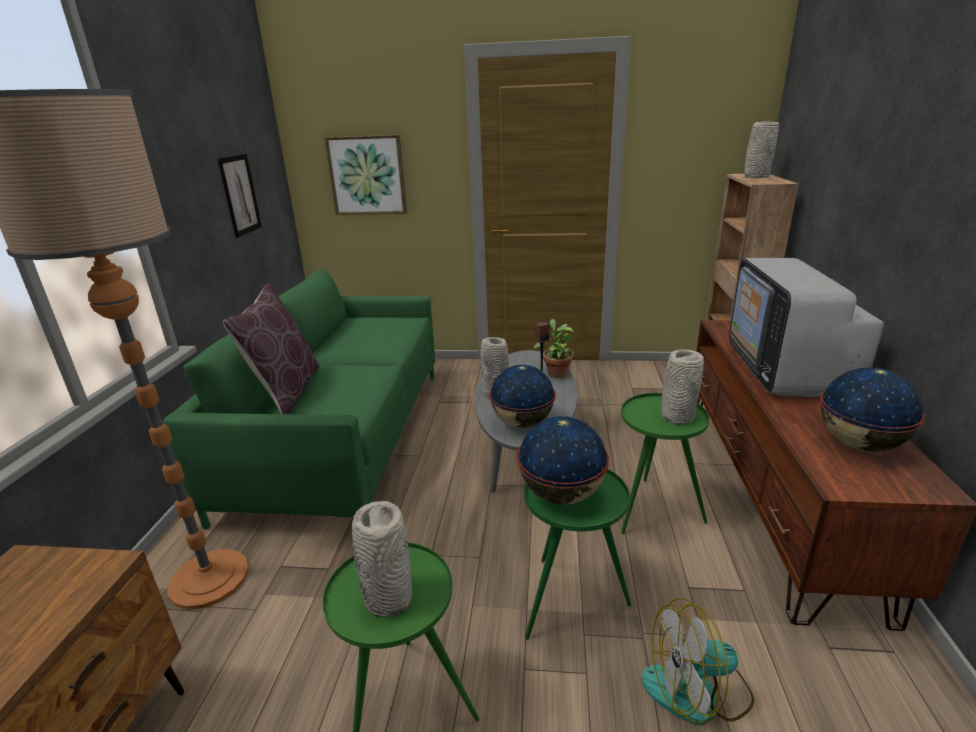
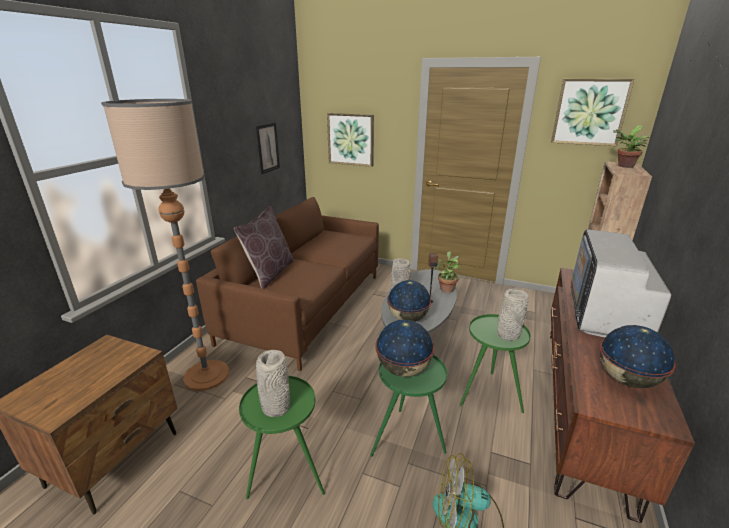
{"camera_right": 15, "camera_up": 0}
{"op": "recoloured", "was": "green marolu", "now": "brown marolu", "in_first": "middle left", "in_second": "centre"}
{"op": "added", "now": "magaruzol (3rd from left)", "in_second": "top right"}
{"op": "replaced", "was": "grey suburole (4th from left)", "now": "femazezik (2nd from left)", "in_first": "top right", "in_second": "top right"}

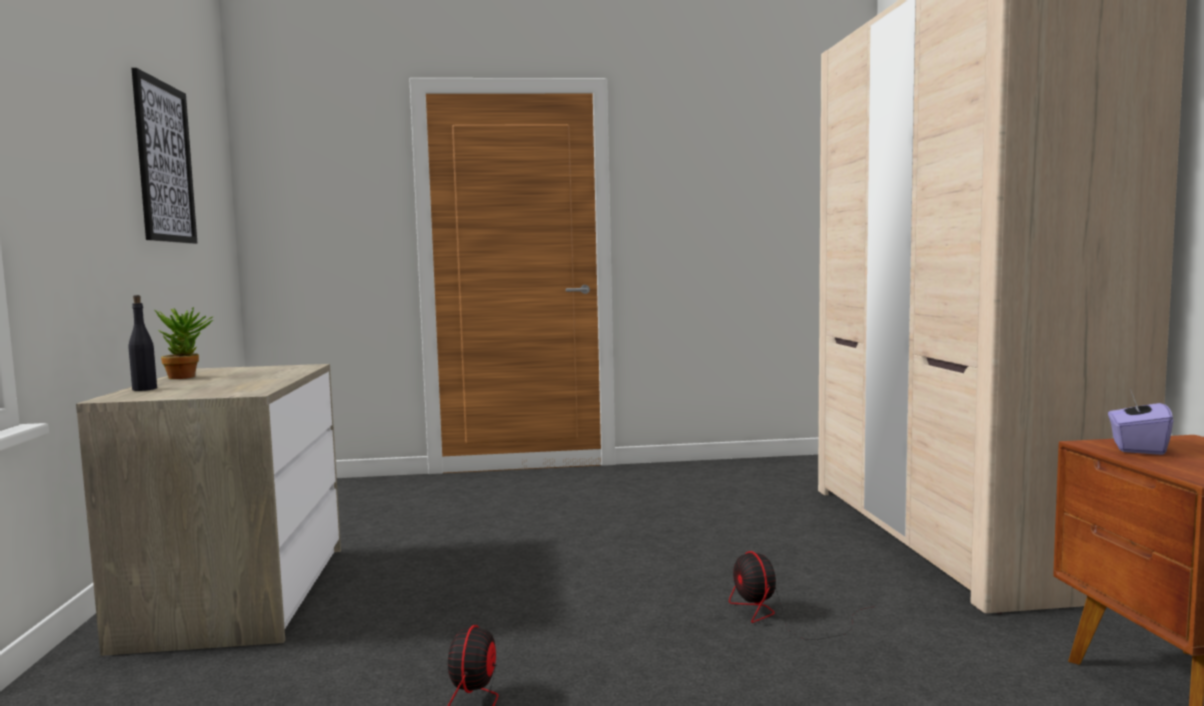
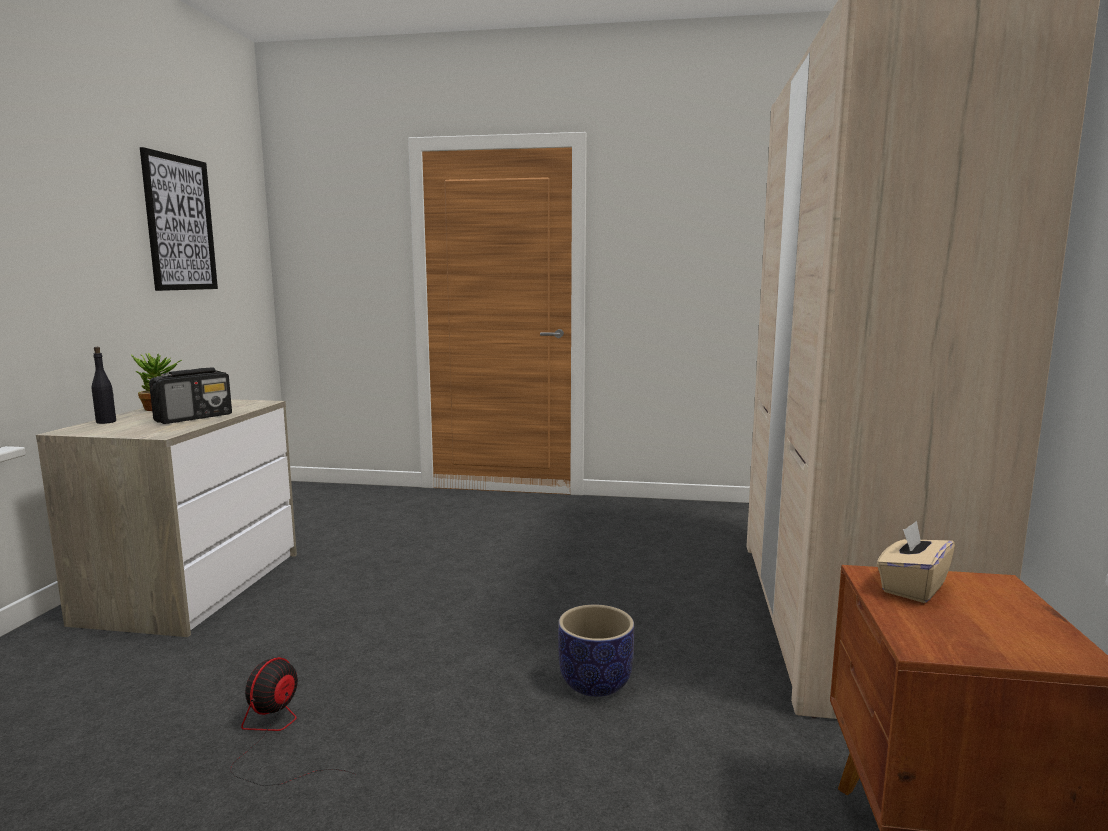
{"camera_right": 15, "camera_up": 5}
{"op": "added", "now": "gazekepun", "in_second": "middle left"}
{"op": "replaced", "was": "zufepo (2nd from left)", "now": "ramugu", "in_first": "bottom centre", "in_second": "bottom centre"}
{"op": "recoloured", "was": "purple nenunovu", "now": "beige nenunovu", "in_first": "middle right", "in_second": "bottom right"}

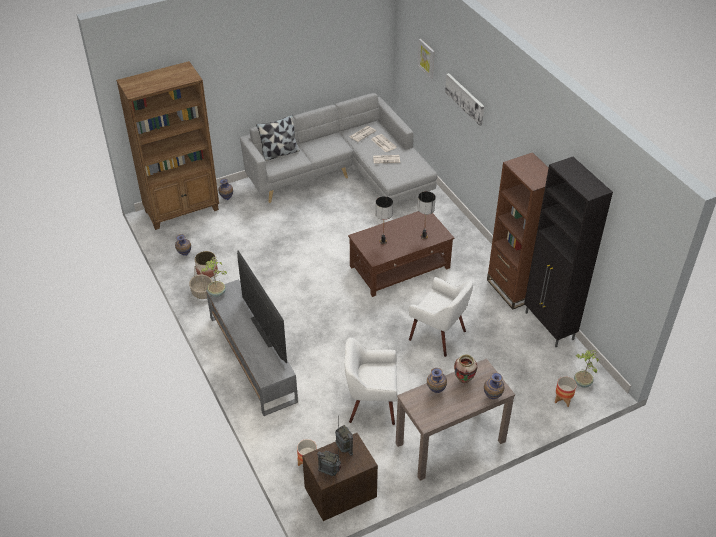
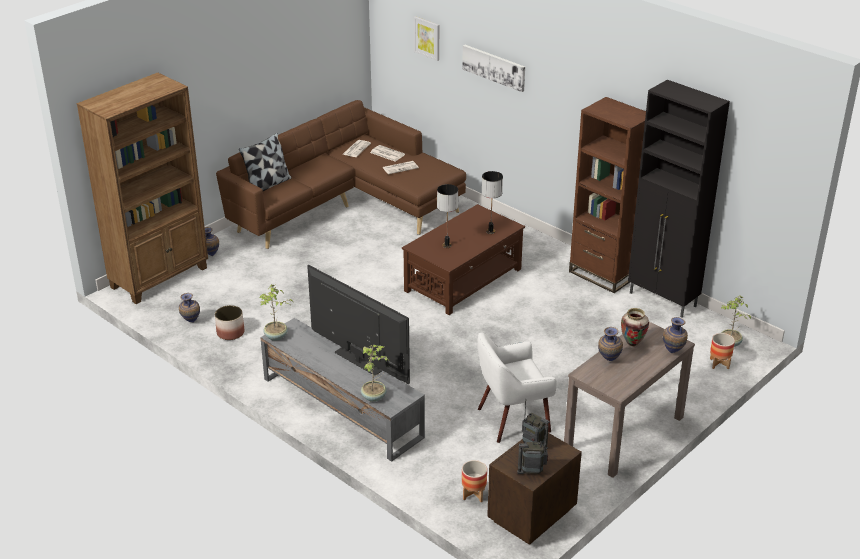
{"camera_right": -20, "camera_up": -10}
{"op": "recoloured", "was": "grey marolu", "now": "brown marolu", "in_first": "top centre", "in_second": "top centre"}
{"op": "added", "now": "femazezik (2nd from left)", "in_second": "bottom centre"}
{"op": "removed", "was": "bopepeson", "in_first": "middle left"}
{"op": "removed", "was": "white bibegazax (2nd from left)", "in_first": "centre"}

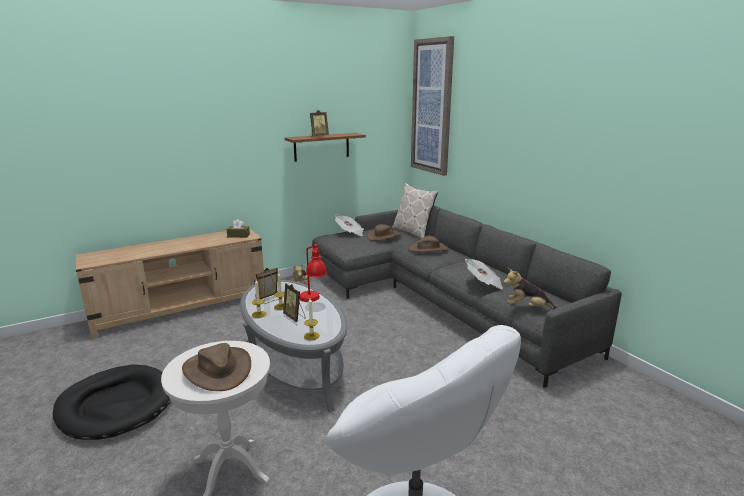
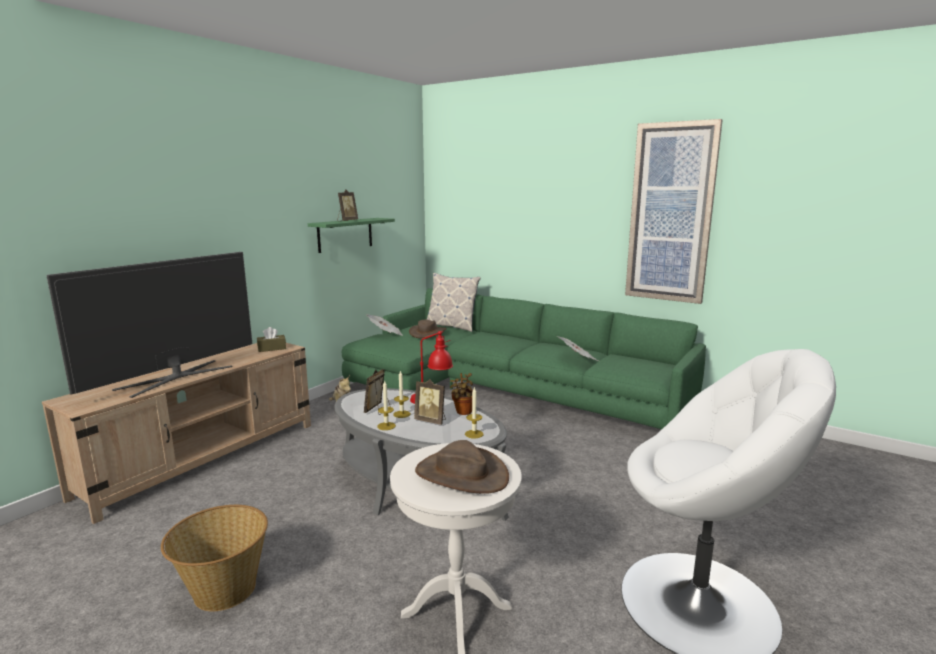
{"camera_right": -25, "camera_up": -5}
{"op": "added", "now": "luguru", "in_second": "middle left"}
{"op": "replaced", "was": "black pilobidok", "now": "bopepeson", "in_first": "bottom left", "in_second": "bottom left"}
{"op": "recoloured", "was": "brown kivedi", "now": "green kivedi", "in_first": "top centre", "in_second": "centre"}
{"op": "recoloured", "was": "grey marolu", "now": "green marolu", "in_first": "centre", "in_second": "centre"}
{"op": "added", "now": "femazezik", "in_second": "centre"}
{"op": "moved", "was": "magaruzol", "in_first": "top centre", "in_second": "top right"}
{"op": "removed", "was": "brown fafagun (3rd from left)", "in_first": "centre"}
{"op": "removed", "was": "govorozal (2nd from left)", "in_first": "middle right"}

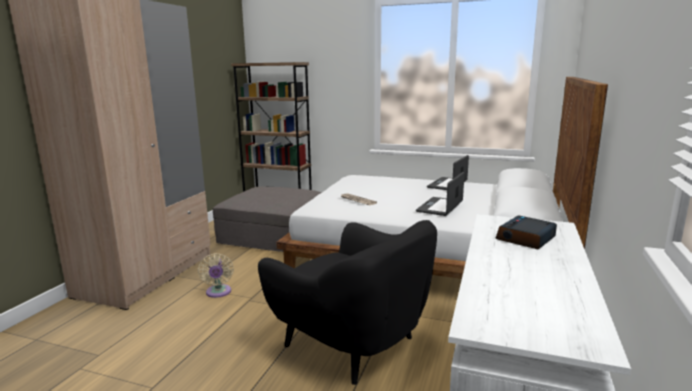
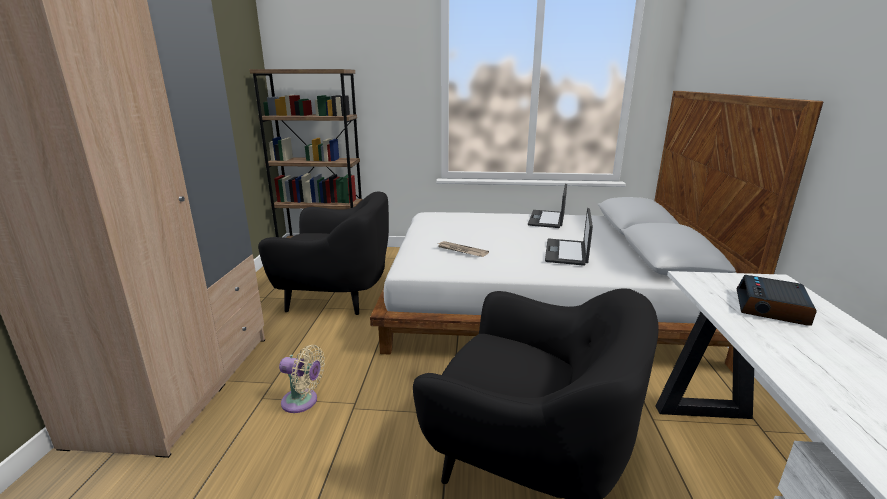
{"camera_right": -15, "camera_up": 5}
{"op": "replaced", "was": "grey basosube", "now": "black bibegazax (1st from left)", "in_first": "centre", "in_second": "centre"}
{"op": "turned", "was": "beige zufepo", "in_first": "bottom left", "in_second": "bottom centre", "clockwise": -45}

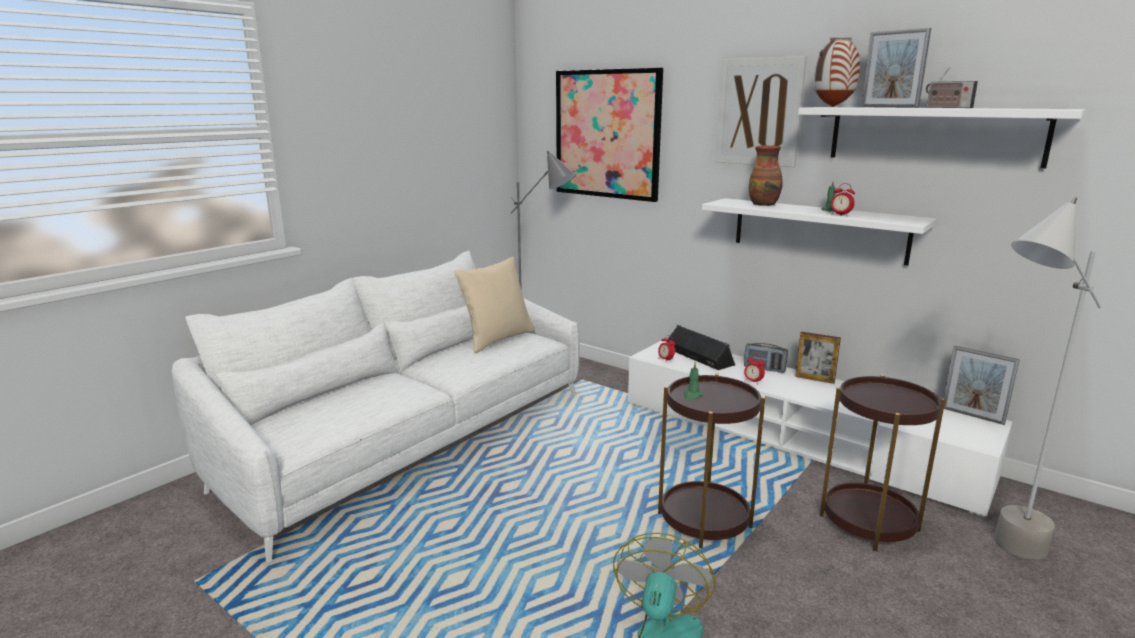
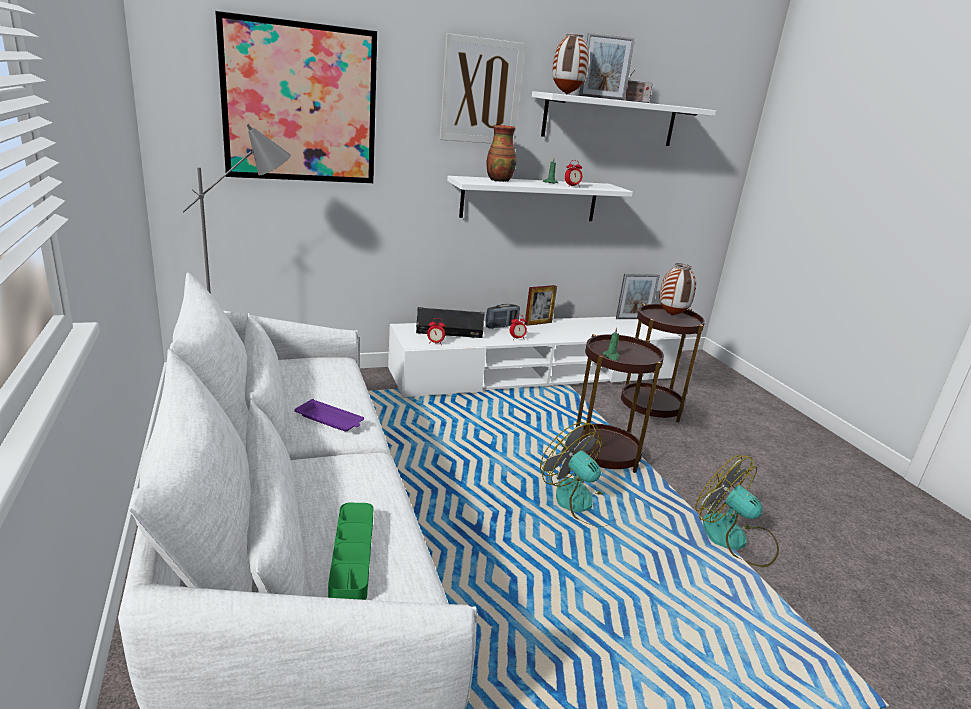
{"camera_right": -60, "camera_up": 5}
{"op": "added", "now": "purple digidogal", "in_second": "centre"}
{"op": "added", "now": "green digidogal", "in_second": "bottom centre"}
{"op": "added", "now": "zufepo (1st from left)", "in_second": "bottom centre"}
{"op": "added", "now": "suburole (3rd from left)", "in_second": "middle right"}
{"op": "removed", "was": "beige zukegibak", "in_first": "centre"}
{"op": "removed", "was": "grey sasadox (2nd from left)", "in_first": "middle right"}

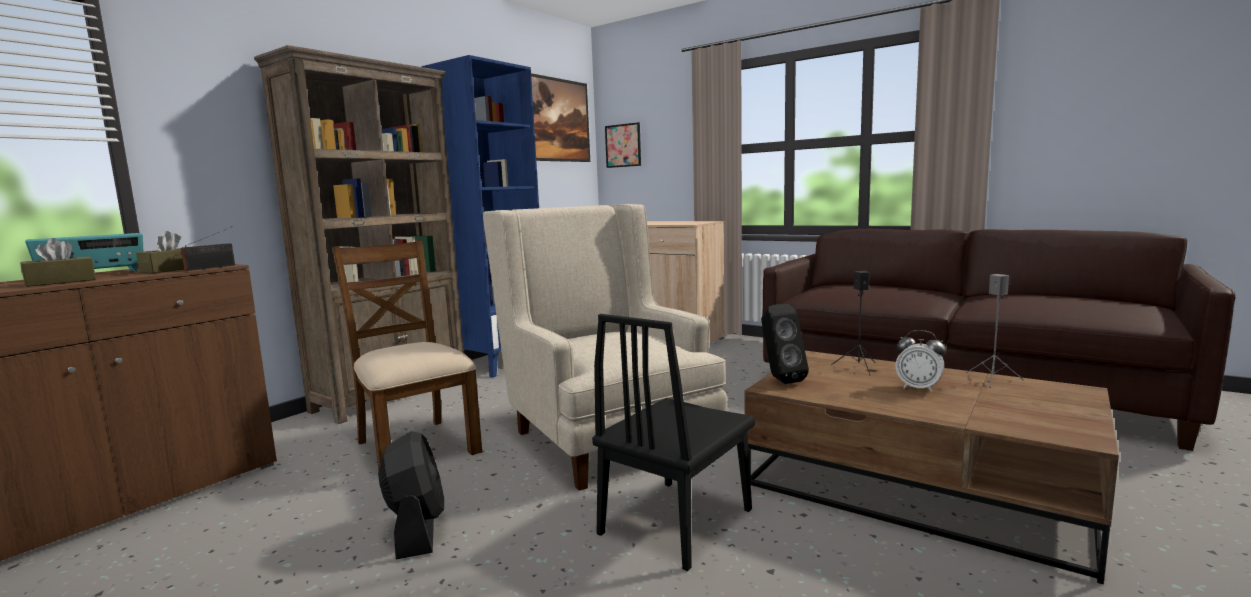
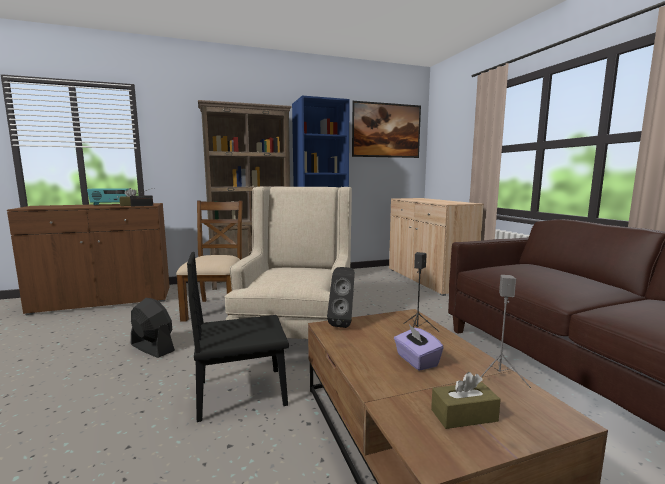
{"camera_right": 35, "camera_up": 0}
{"op": "turned", "was": "black zufepo", "in_first": "bottom left", "in_second": "bottom left", "clockwise": -75}
{"op": "replaced", "was": "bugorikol", "now": "purple nenunovu", "in_first": "middle right", "in_second": "bottom centre"}
{"op": "moved", "was": "brown nenunovu (1st from left in the first image)", "now": "brown nenunovu (2nd from left)", "in_first": "middle left", "in_second": "bottom right"}
{"op": "removed", "was": "magaruzol (2nd from left)", "in_first": "top centre"}

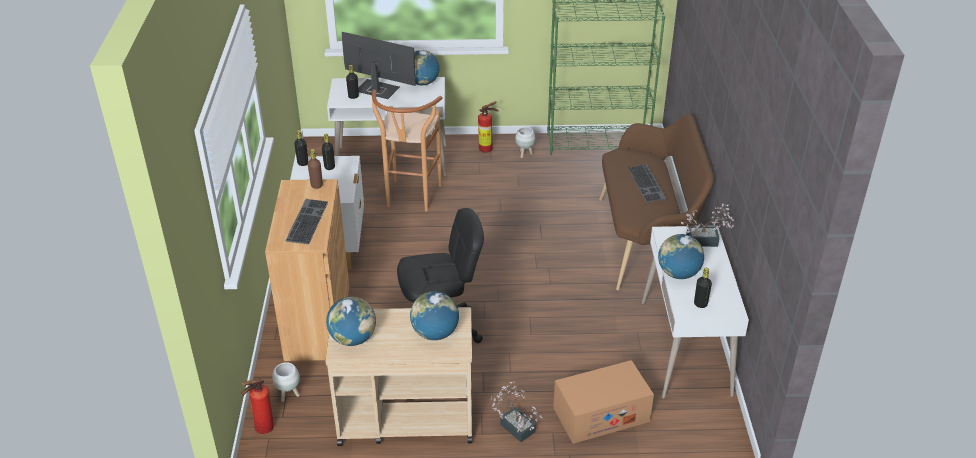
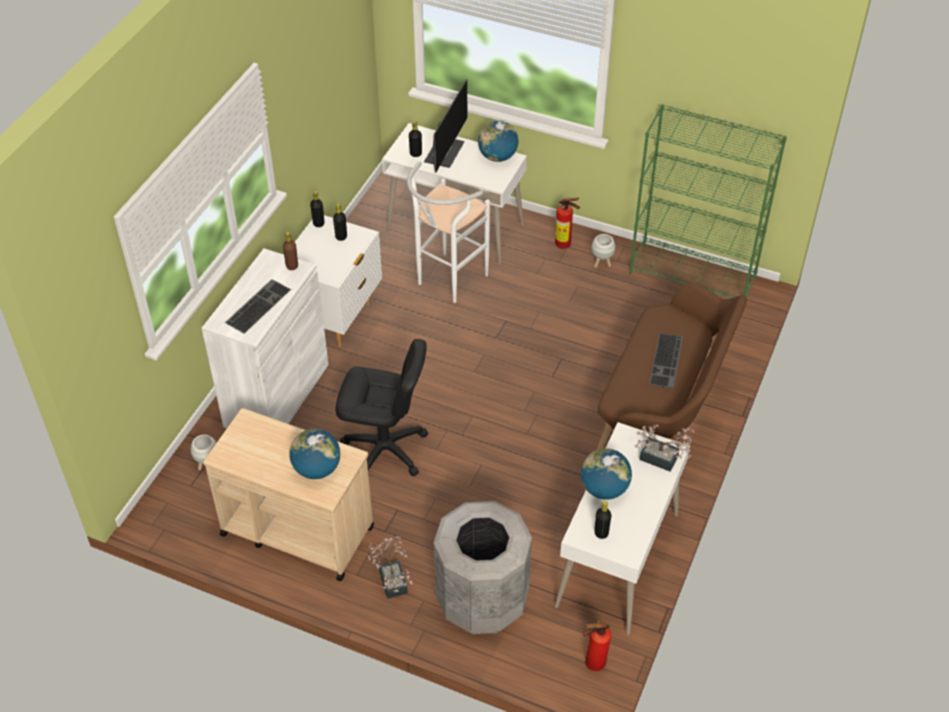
{"camera_right": 25, "camera_up": 10}
{"op": "recoloured", "was": "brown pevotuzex", "now": "white pevotuzex", "in_first": "middle left", "in_second": "middle left"}
{"op": "recoloured", "was": "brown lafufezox", "now": "white lafufezox", "in_first": "top centre", "in_second": "top centre"}
{"op": "turned", "was": "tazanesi", "in_first": "top centre", "in_second": "top centre", "clockwise": 60}
{"op": "replaced", "was": "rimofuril", "now": "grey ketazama", "in_first": "bottom centre", "in_second": "bottom centre"}
{"op": "moved", "was": "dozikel (1st from left in the first image)", "now": "dozikel (2nd from left)", "in_first": "bottom left", "in_second": "bottom centre"}
{"op": "removed", "was": "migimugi (1st from left)", "in_first": "bottom centre"}

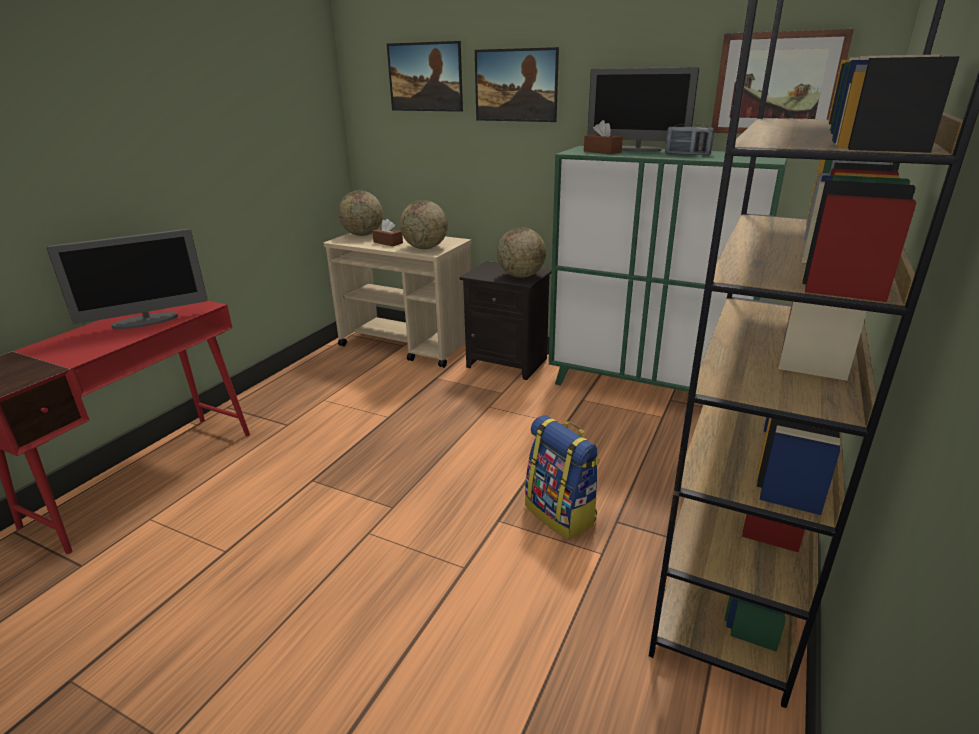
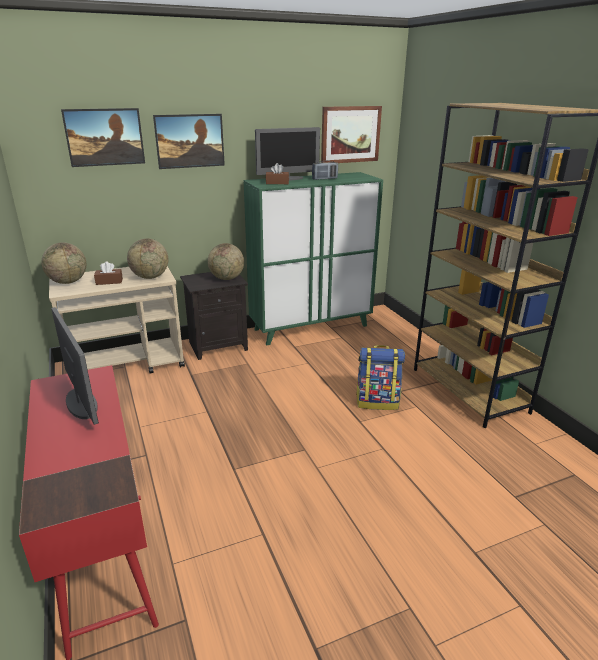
{"camera_right": -50, "camera_up": 0}
{"op": "turned", "was": "tazanesi (1st from left)", "in_first": "middle left", "in_second": "middle left", "clockwise": -45}

